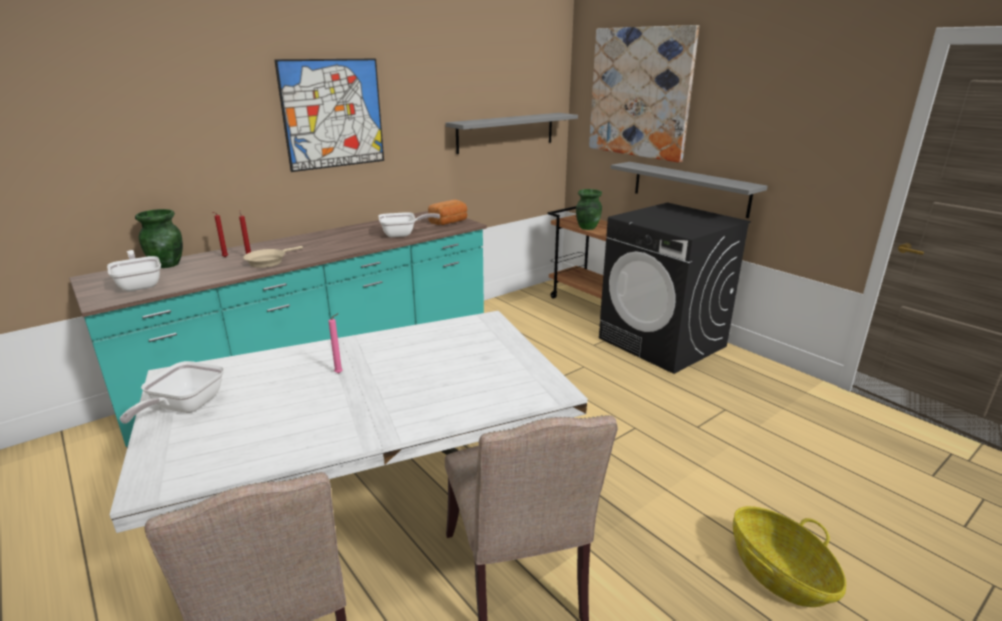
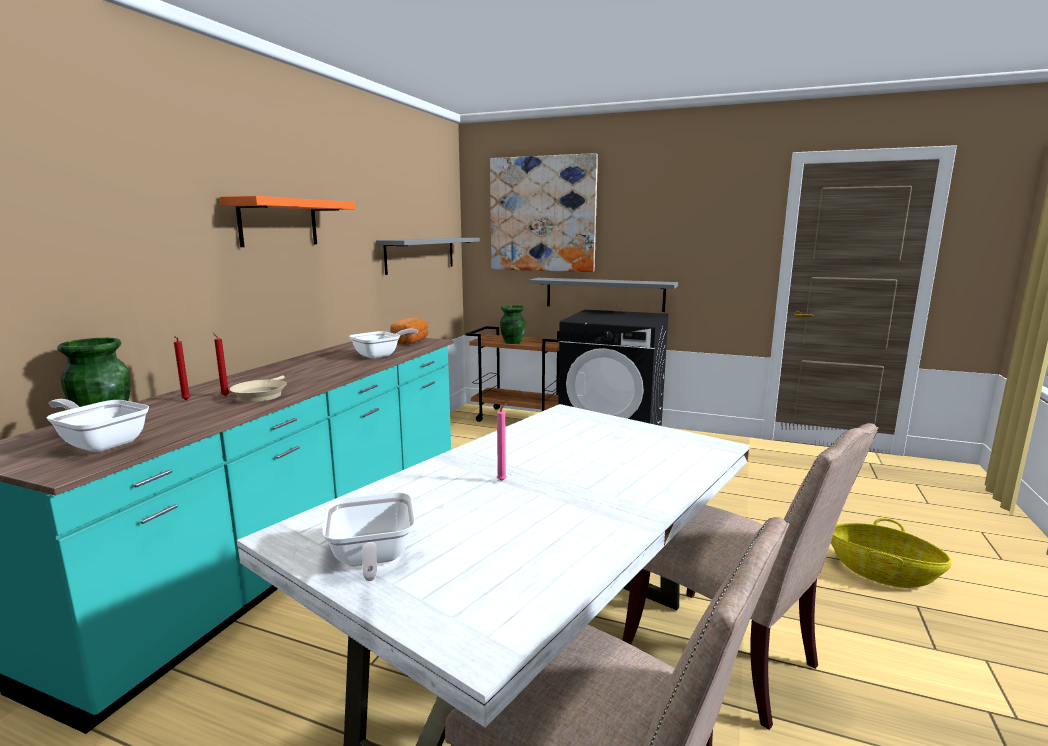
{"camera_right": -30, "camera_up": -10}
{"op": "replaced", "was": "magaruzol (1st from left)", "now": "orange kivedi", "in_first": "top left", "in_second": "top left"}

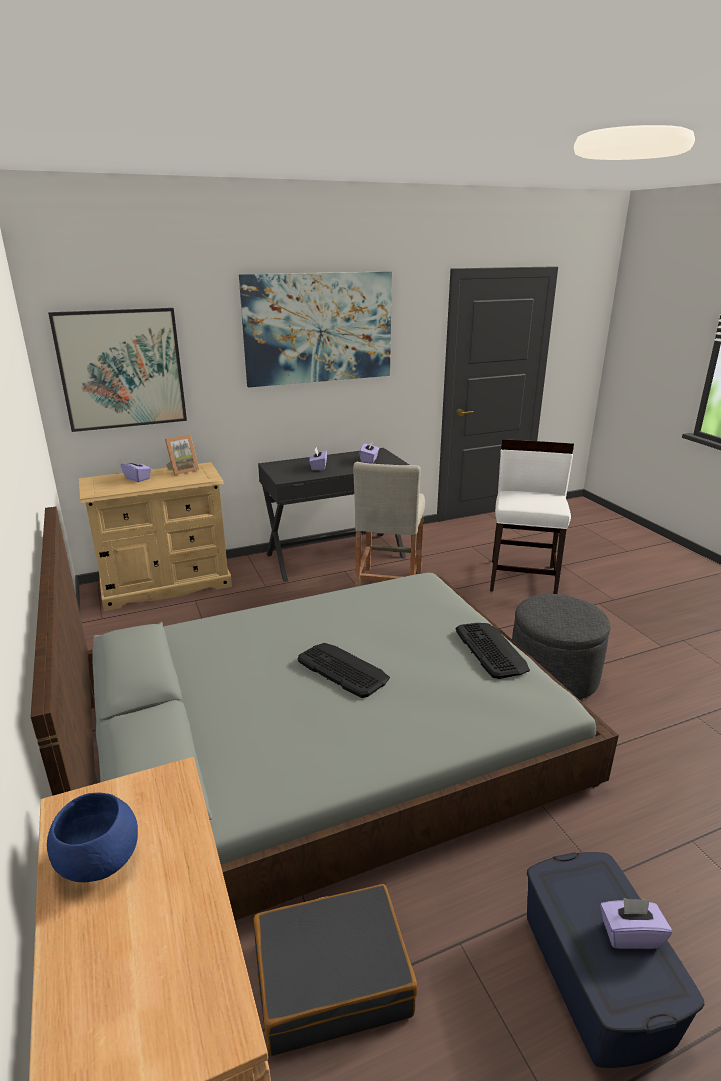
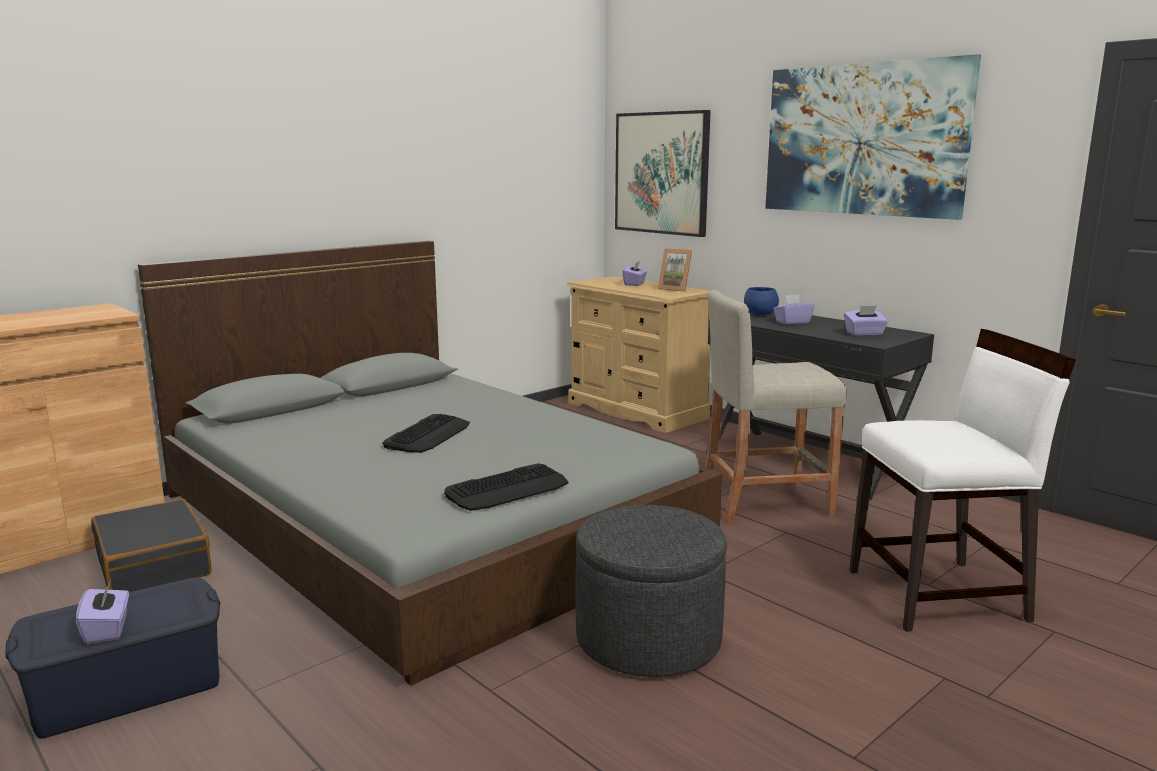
{"camera_right": 70, "camera_up": -10}
{"op": "moved", "was": "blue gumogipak", "in_first": "bottom left", "in_second": "centre"}

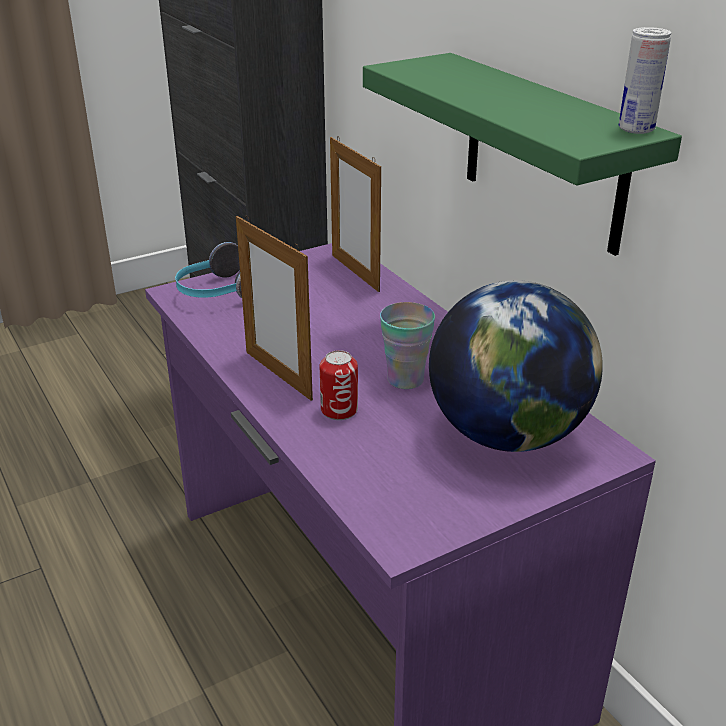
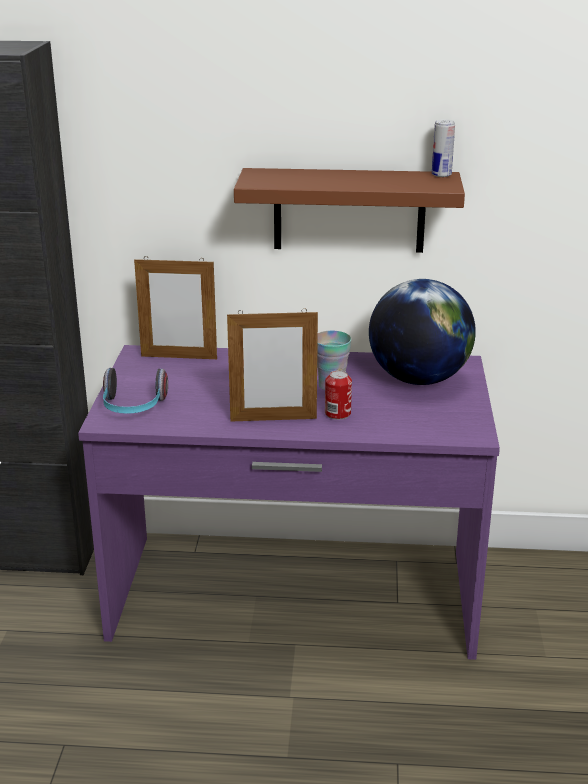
{"camera_right": -55, "camera_up": -5}
{"op": "recoloured", "was": "green kivedi", "now": "brown kivedi", "in_first": "top right", "in_second": "top centre"}

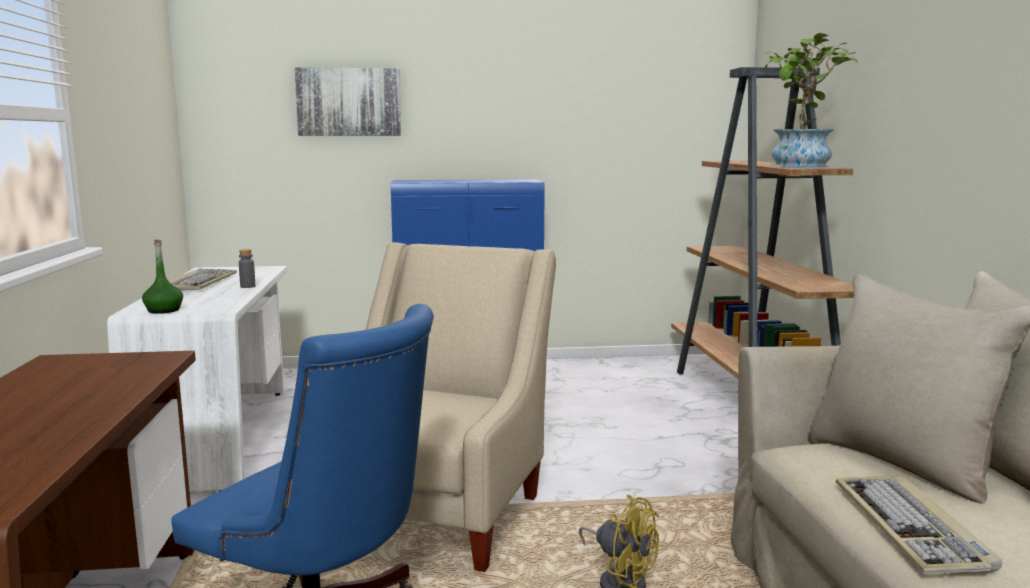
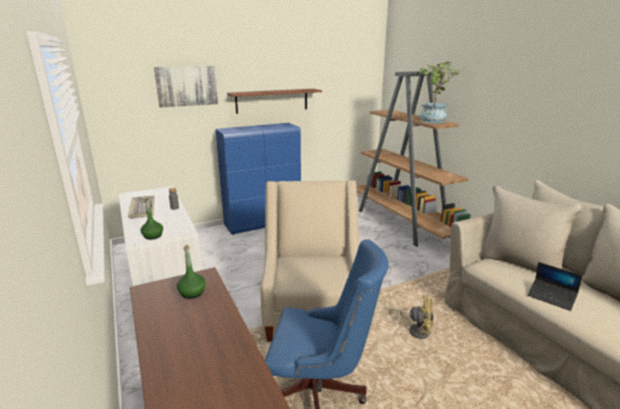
{"camera_right": -20, "camera_up": 10}
{"op": "added", "now": "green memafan (2nd from left)", "in_second": "middle left"}
{"op": "added", "now": "brown kivedi", "in_second": "top centre"}
{"op": "replaced", "was": "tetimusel (2nd from left)", "now": "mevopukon", "in_first": "bottom right", "in_second": "bottom right"}

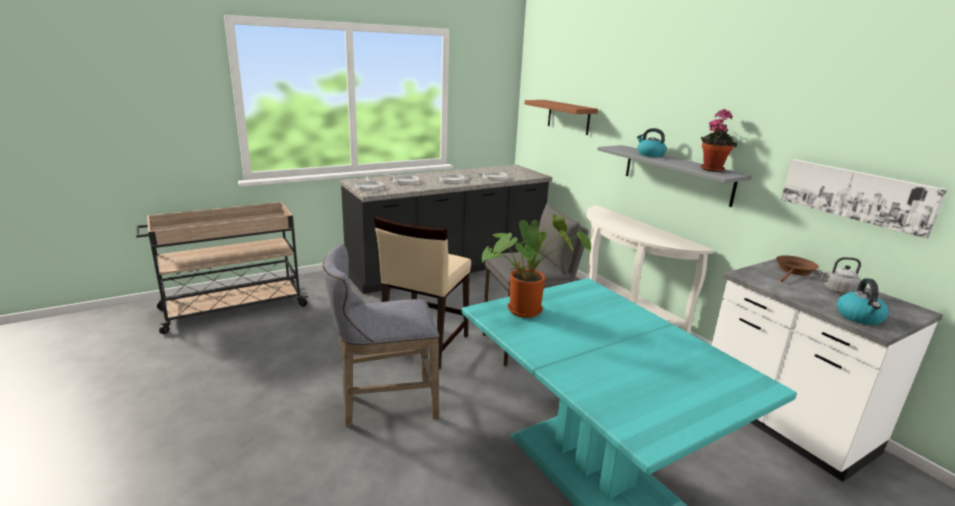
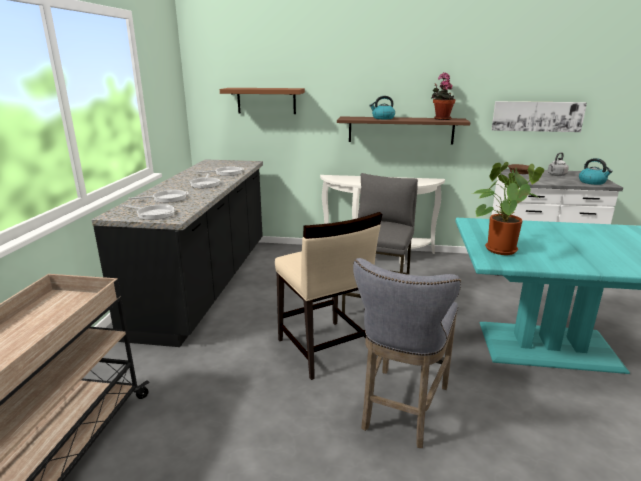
{"camera_right": -50, "camera_up": 0}
{"op": "recoloured", "was": "grey kivedi", "now": "brown kivedi (2nd from left)", "in_first": "middle right", "in_second": "top centre"}

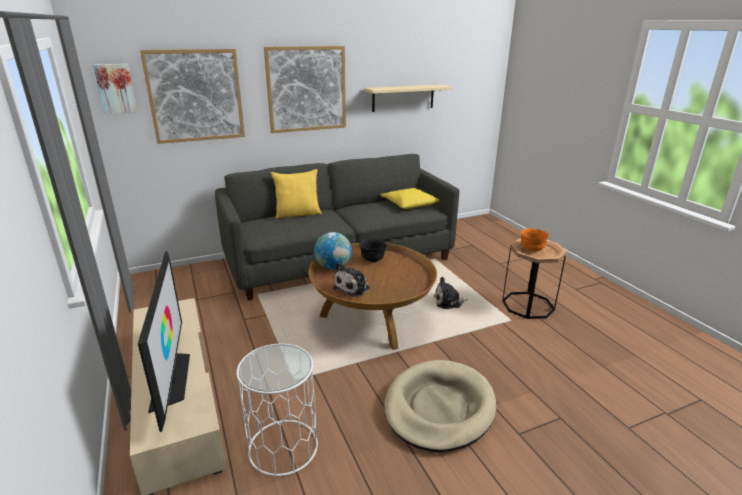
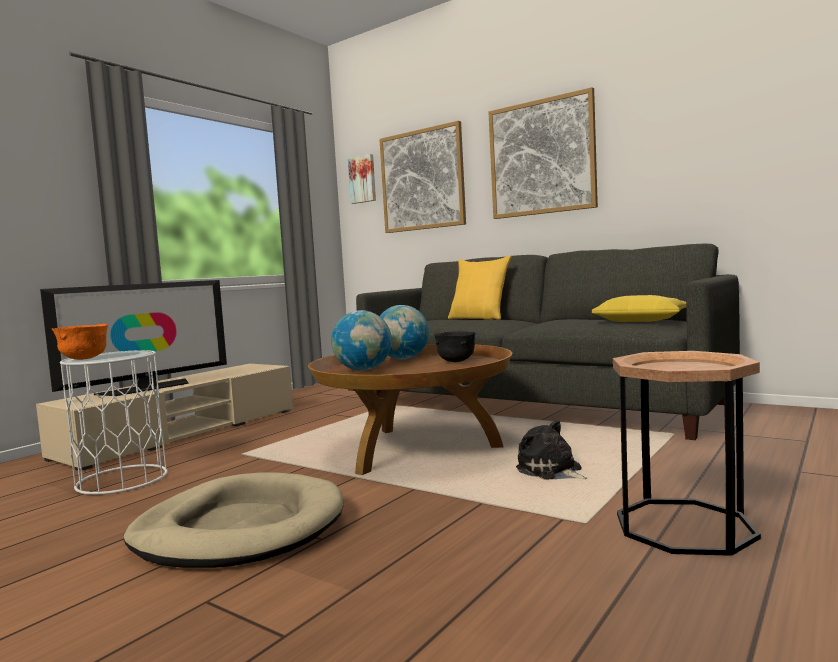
{"camera_right": 60, "camera_up": -20}
{"op": "moved", "was": "orange gumogipak", "in_first": "middle right", "in_second": "middle left"}
{"op": "replaced", "was": "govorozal (1st from left)", "now": "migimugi (1st from left)", "in_first": "centre", "in_second": "centre"}
{"op": "removed", "was": "beige kivedi", "in_first": "top centre"}

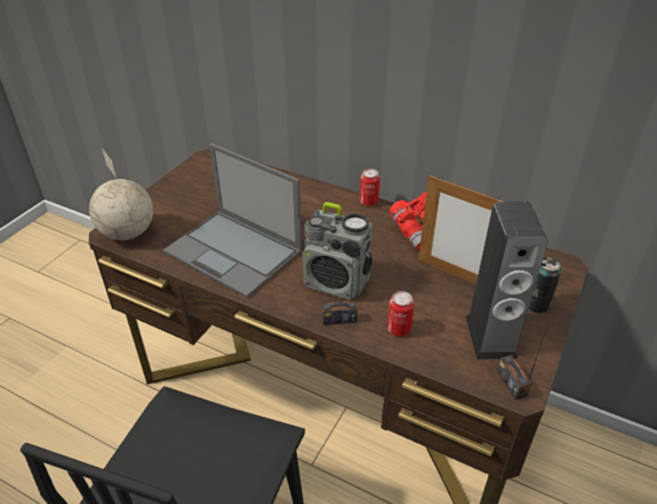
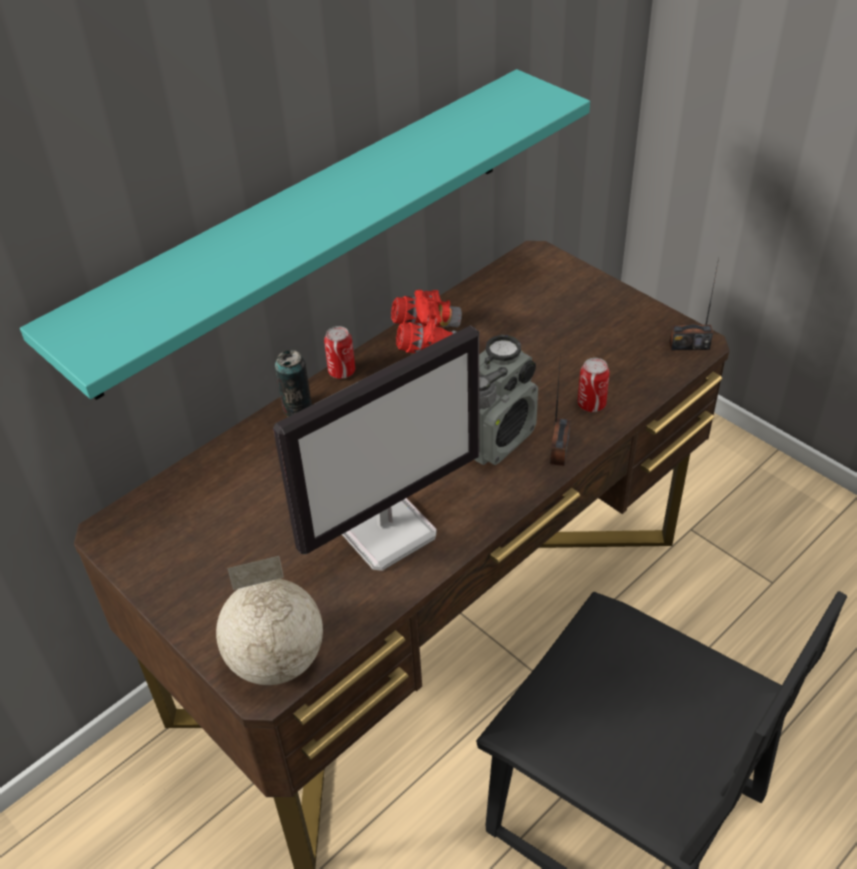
{"camera_right": -70, "camera_up": 5}
{"op": "added", "now": "turquoise kivedi", "in_second": "top centre"}
{"op": "replaced", "was": "mevopukon", "now": "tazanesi", "in_first": "centre", "in_second": "centre"}
{"op": "moved", "was": "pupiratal (3rd from left in the first image)", "now": "pupiratal (1st from left)", "in_first": "middle right", "in_second": "centre"}
{"op": "removed", "was": "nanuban", "in_first": "middle right"}
{"op": "removed", "was": "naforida", "in_first": "middle right"}

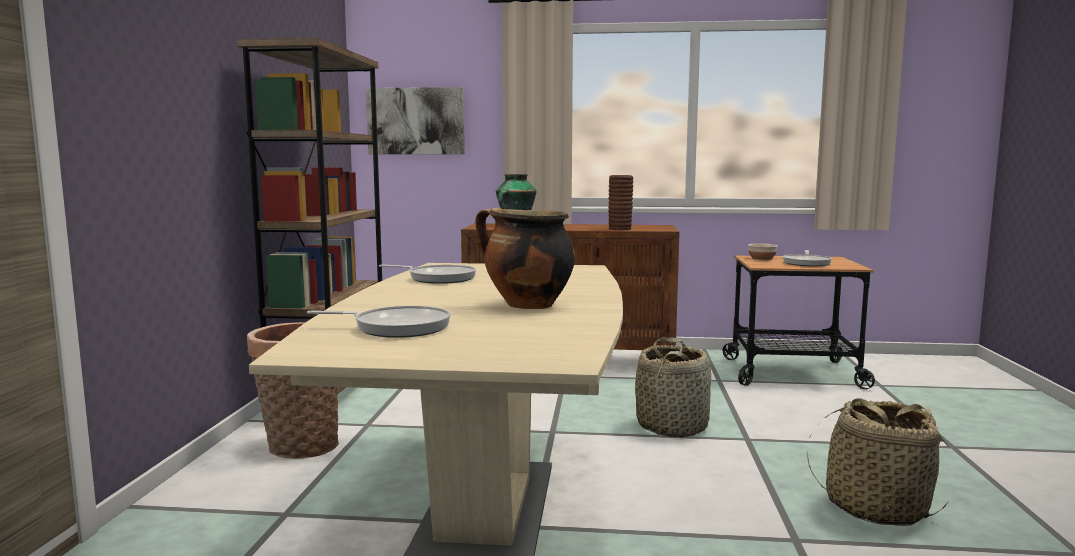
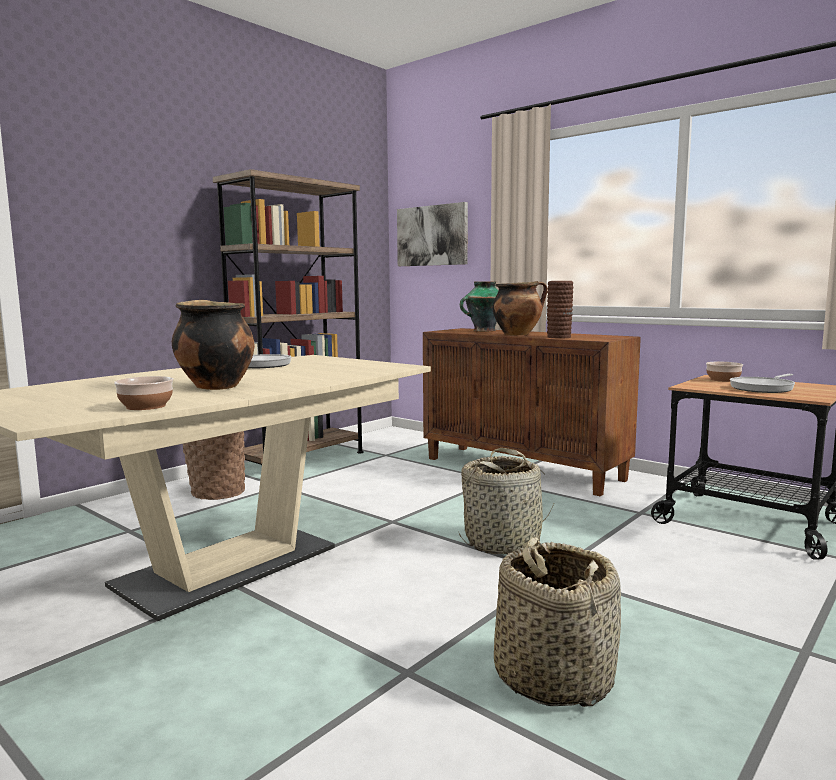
{"camera_right": 35, "camera_up": 0}
{"op": "added", "now": "gumogipak (1st from left)", "in_second": "middle left"}
{"op": "added", "now": "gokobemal (2nd from left)", "in_second": "centre"}
{"op": "removed", "was": "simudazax (1st from left)", "in_first": "centre"}

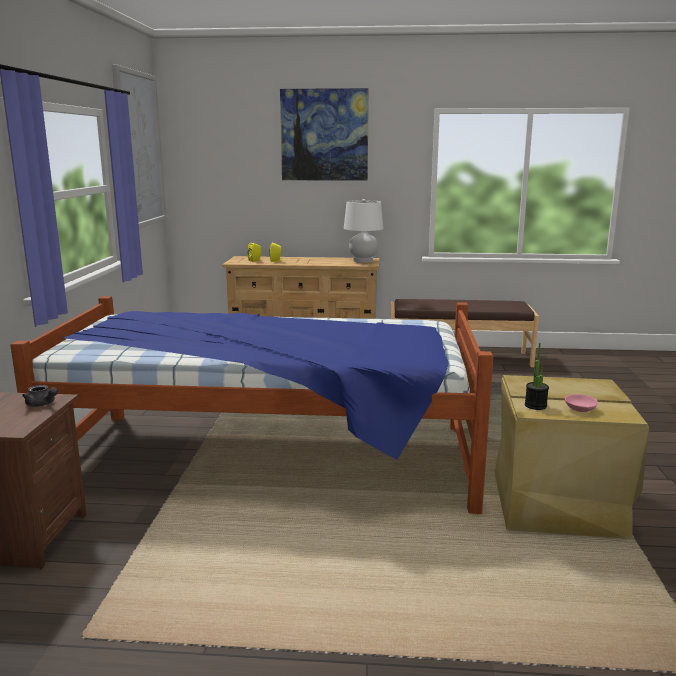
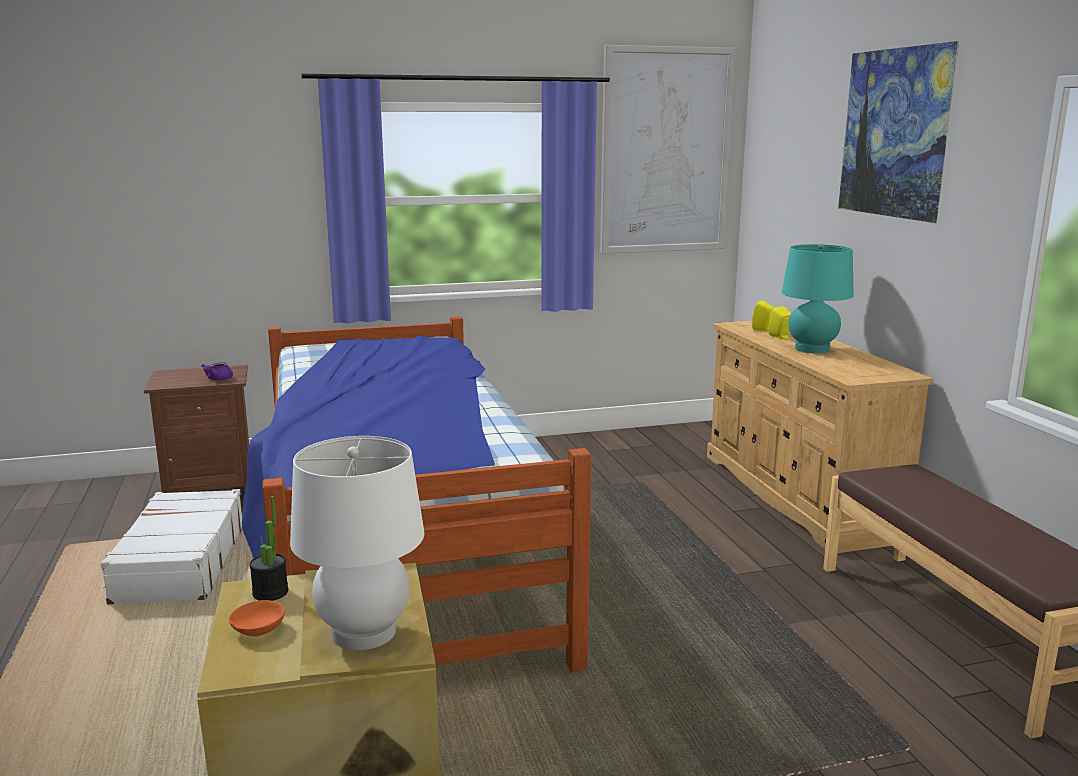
{"camera_right": 70, "camera_up": 0}
{"op": "added", "now": "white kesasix", "in_second": "bottom left"}
{"op": "recoloured", "was": "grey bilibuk", "now": "purple bilibuk", "in_first": "middle left", "in_second": "middle left"}
{"op": "recoloured", "was": "pink gumogipak", "now": "orange gumogipak", "in_first": "middle right", "in_second": "bottom left"}
{"op": "moved", "was": "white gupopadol", "in_first": "centre", "in_second": "bottom left"}
{"op": "added", "now": "turquoise gupopadol", "in_second": "middle right"}

